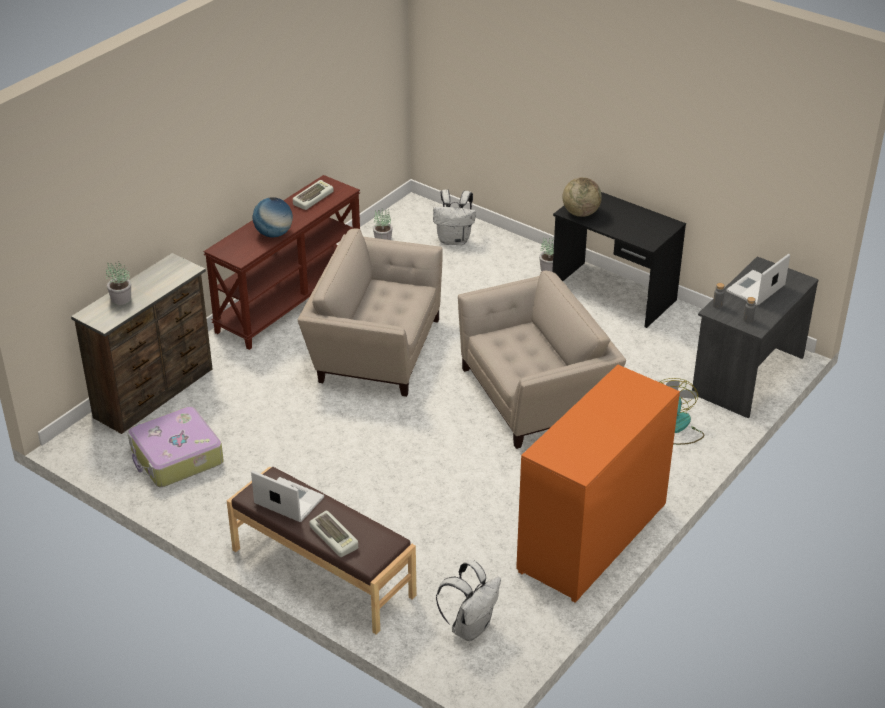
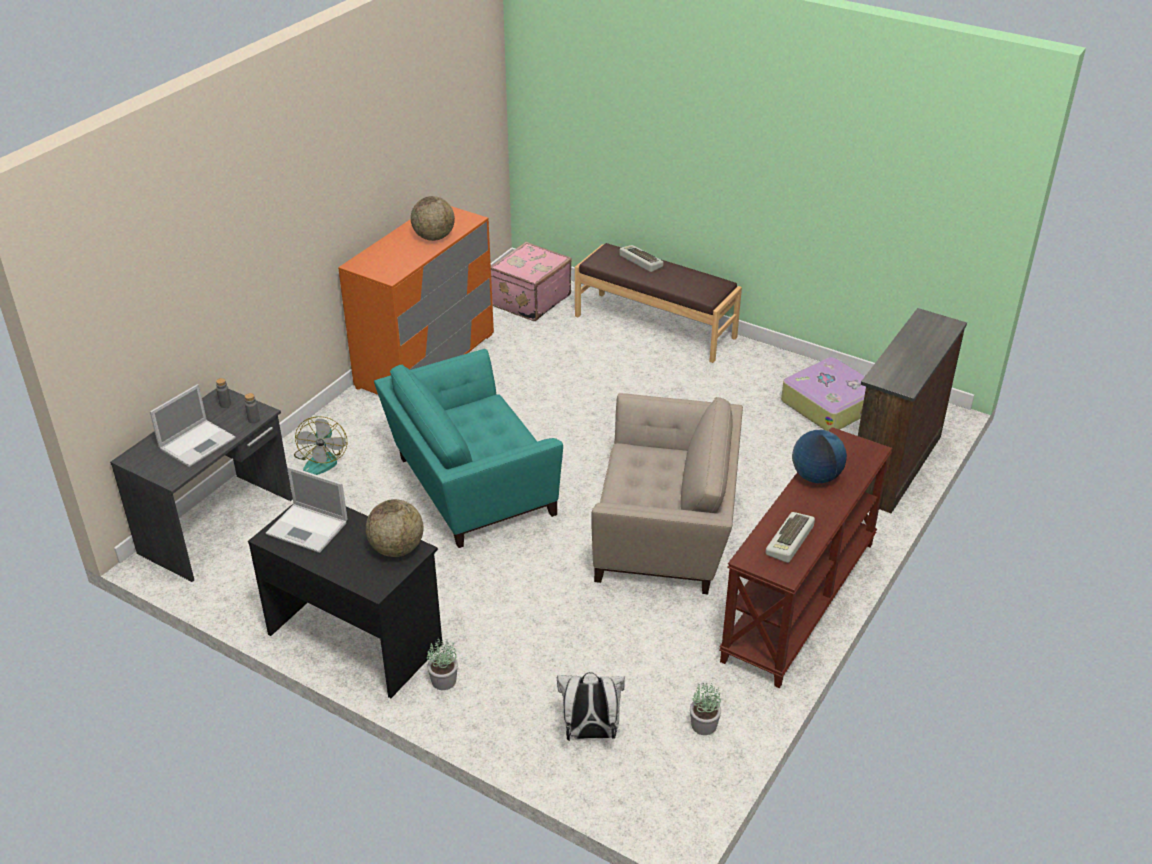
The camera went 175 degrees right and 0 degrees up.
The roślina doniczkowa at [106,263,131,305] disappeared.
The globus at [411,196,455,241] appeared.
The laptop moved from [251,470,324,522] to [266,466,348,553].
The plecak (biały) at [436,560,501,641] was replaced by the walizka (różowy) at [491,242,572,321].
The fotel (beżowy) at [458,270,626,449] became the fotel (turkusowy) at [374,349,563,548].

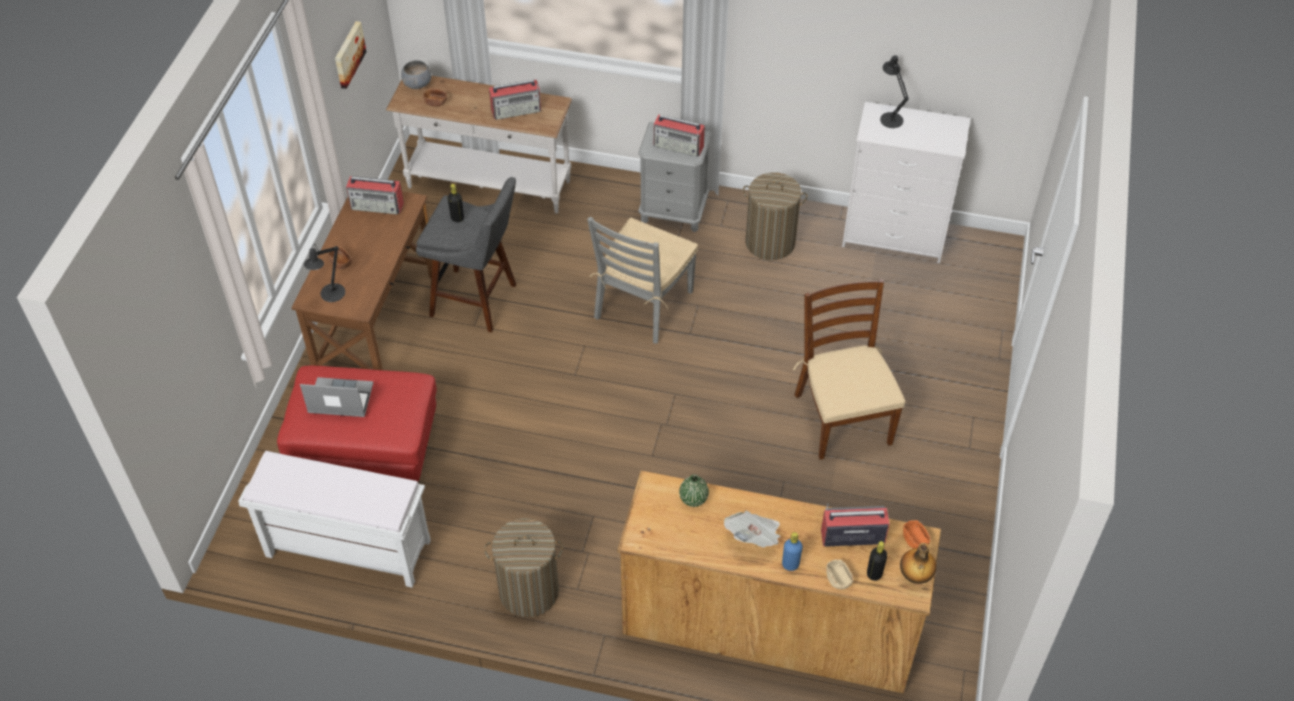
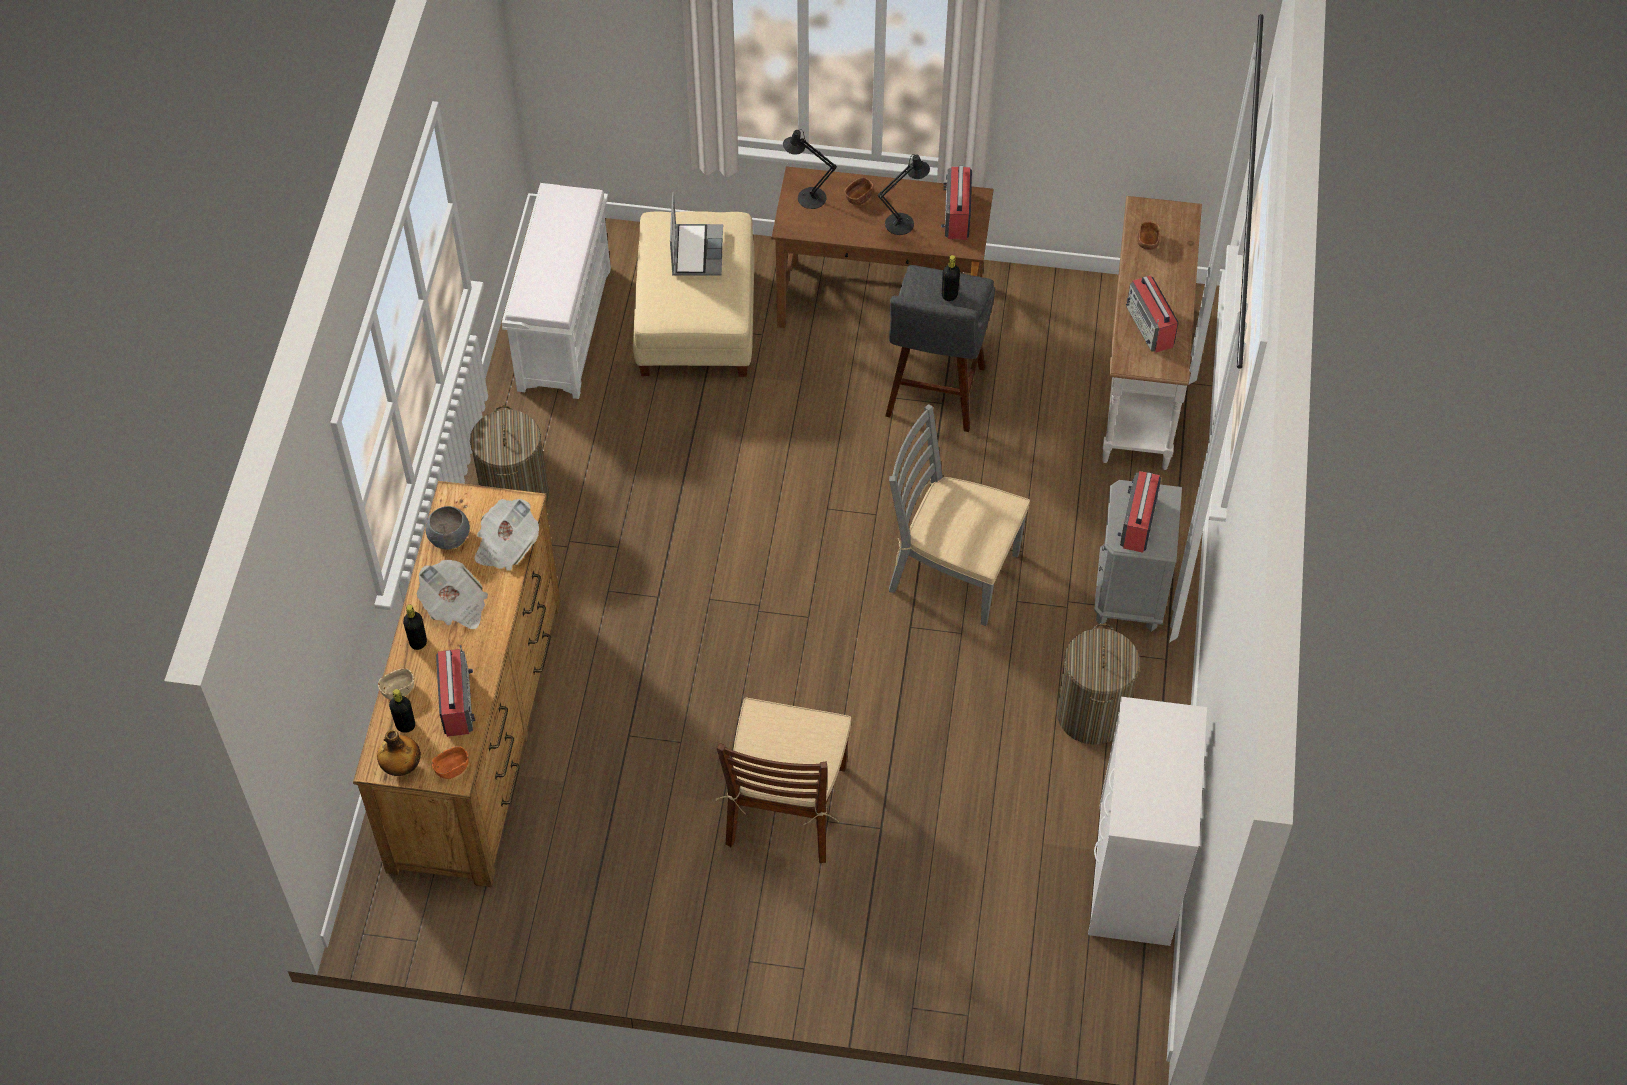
The camera went 85 degrees right and 5 degrees up.
The obraz at [335,21,366,89] disappeared.
The miska (szary) moved from [401,60,431,89] to [425,506,470,549].
The lampa stołowa (czarny) moved from [880,55,909,128] to [878,154,930,235].
The wazon (zielony) at [679,474,709,507] was replaced by the gazeta at [474,499,539,571].
The pufa (czerwony) at [277,366,437,482] became the pufa (beżowy) at [633,211,754,377].
The butelka (niebieski) at [782,532,803,571] became the butelka (czarny) at [403,604,427,650].
The krzesło (brązowy) at [793,279,905,460] turned 120 degrees clockwise.

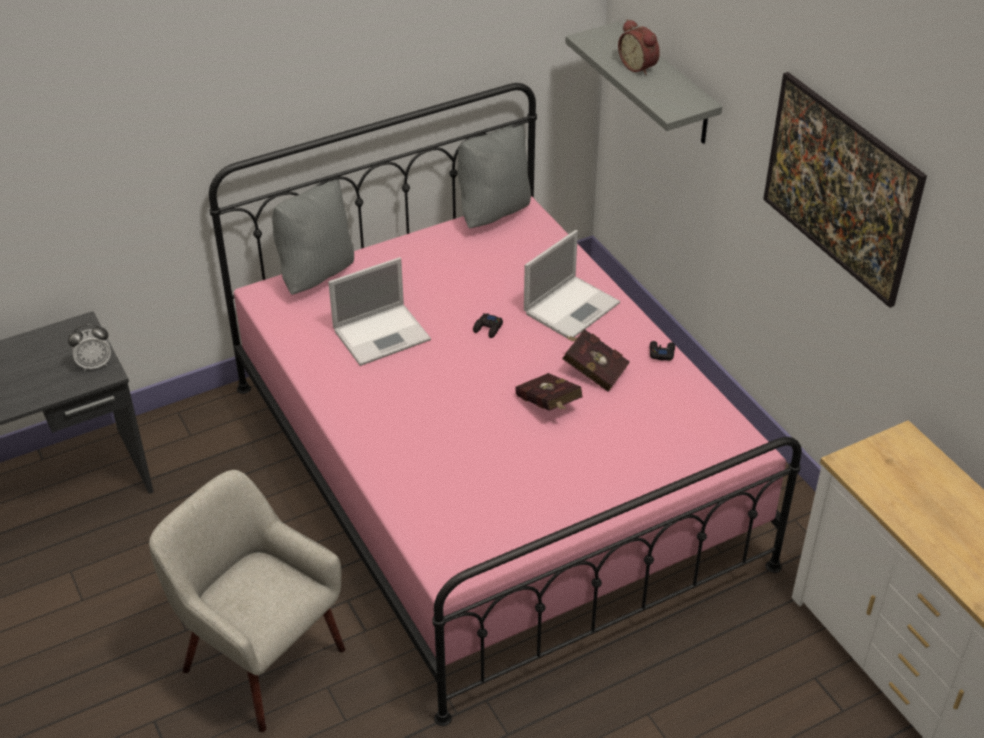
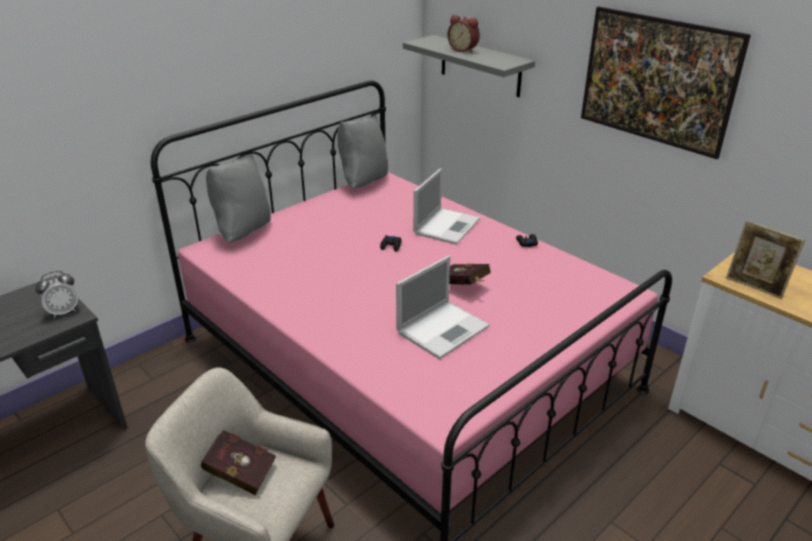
The camera went 15 degrees left and 10 degrees down.
The ramka na zdjęcie at [726,220,805,299] appeared.
The laptop moved from [328,257,431,366] to [396,256,490,359].
The książka (czerwony) moved from [562,329,630,392] to [201,430,276,495].

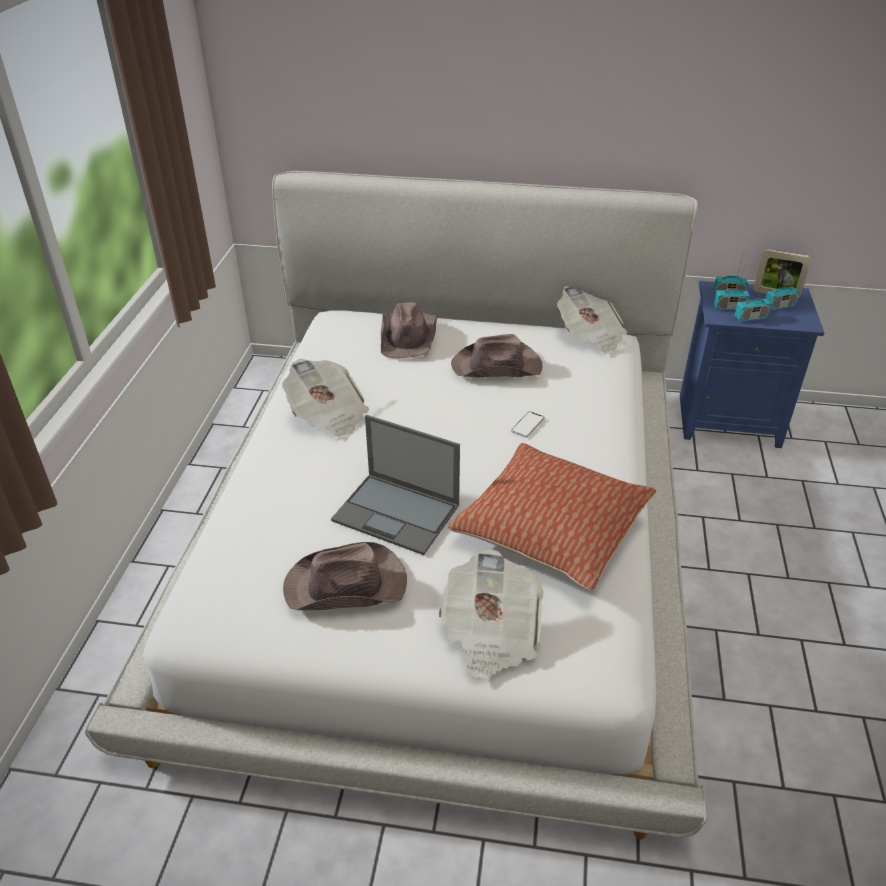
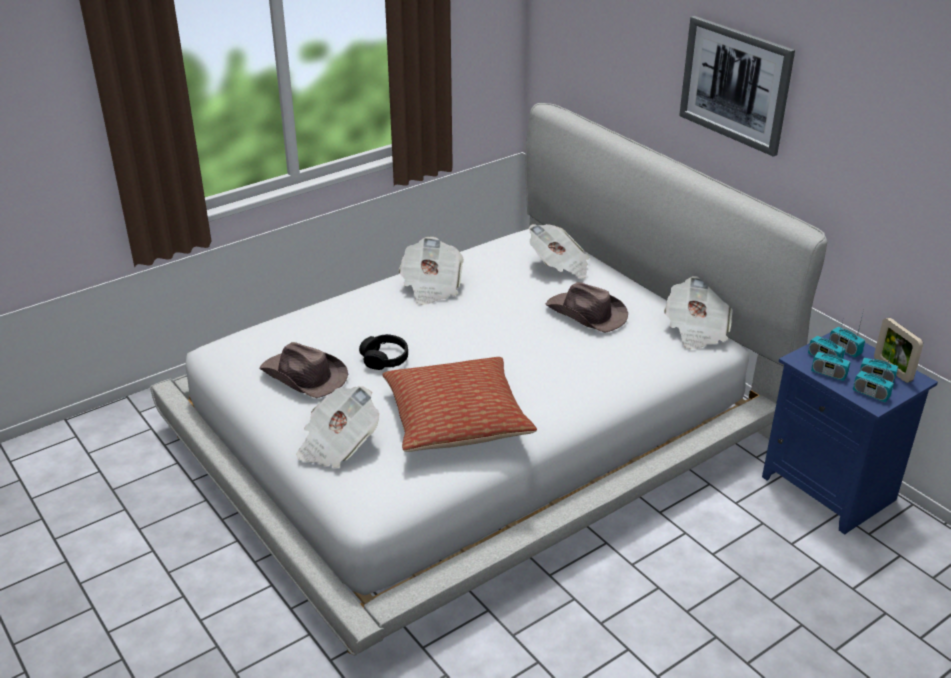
The camera went 45 degrees right and 5 degrees down.
The telefon at [511,411,545,437] disappeared.
The obraz at [679,16,795,157] appeared.
The radio at [853,354,894,402] appeared.
The laptop at [331,415,460,555] was replaced by the słuchawki (czarny) at [359,334,408,370].
The kapelusz (brązowy) at [381,302,438,358] was replaced by the gazeta at [529,224,589,278].

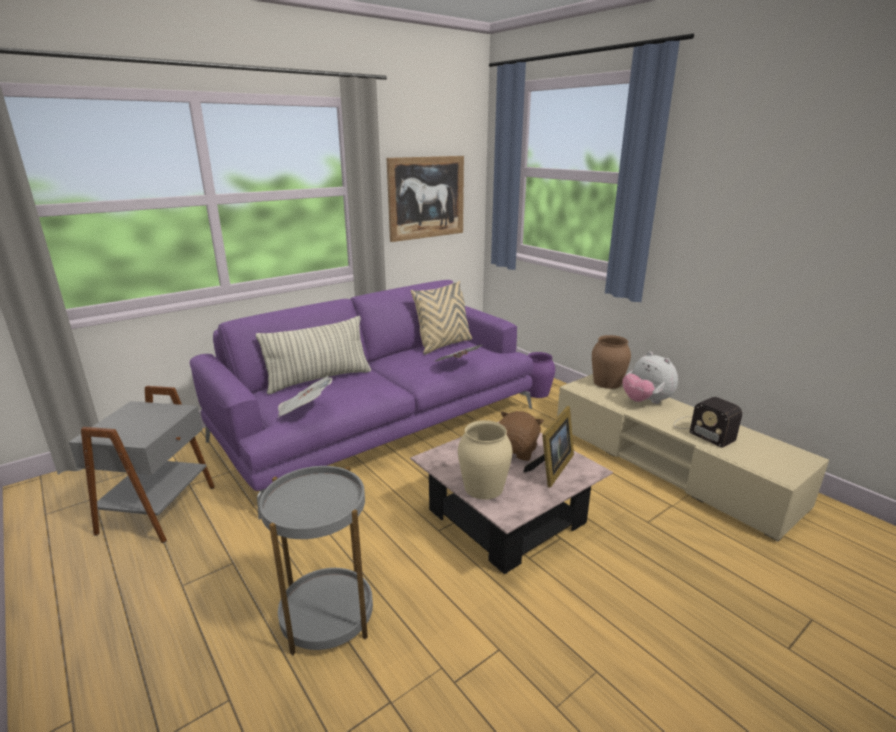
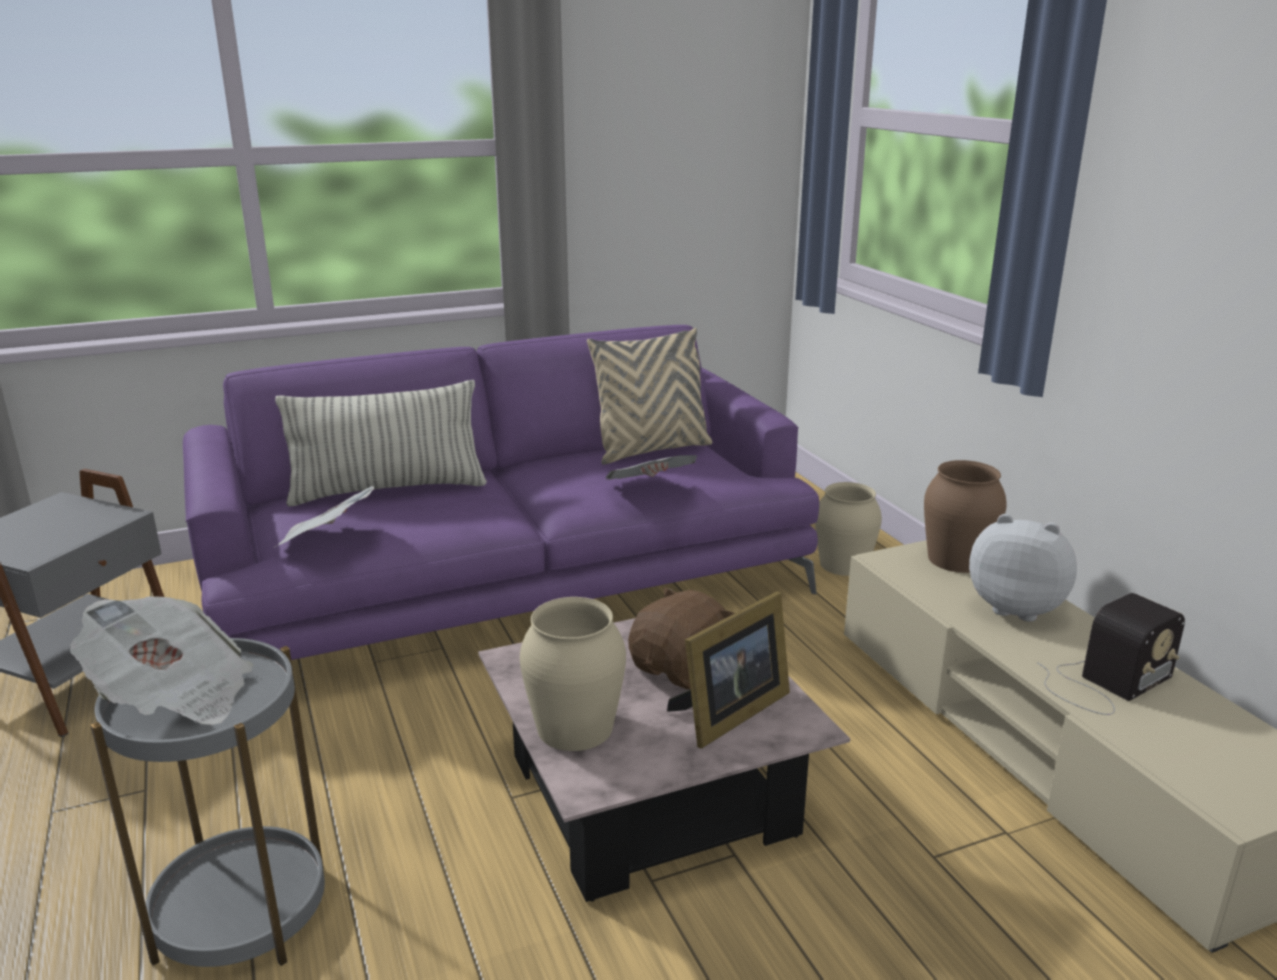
The camera went 15 degrees right and 0 degrees up.
The obraz at [387,156,464,242] disappeared.
The gazeta at [70,596,253,725] appeared.
The wazon (fioletowy) at [526,352,555,398] became the wazon (beżowy) at [815,482,882,576].
The pluszak at [622,351,678,404] turned 135 degrees clockwise.
The radio at [674,397,742,448] turned 105 degrees counterclockwise.

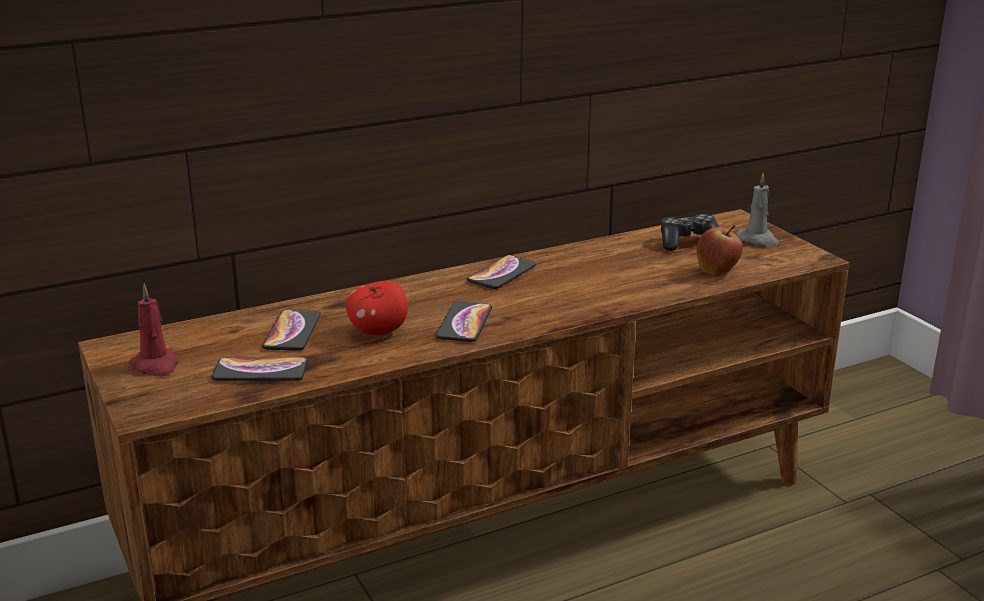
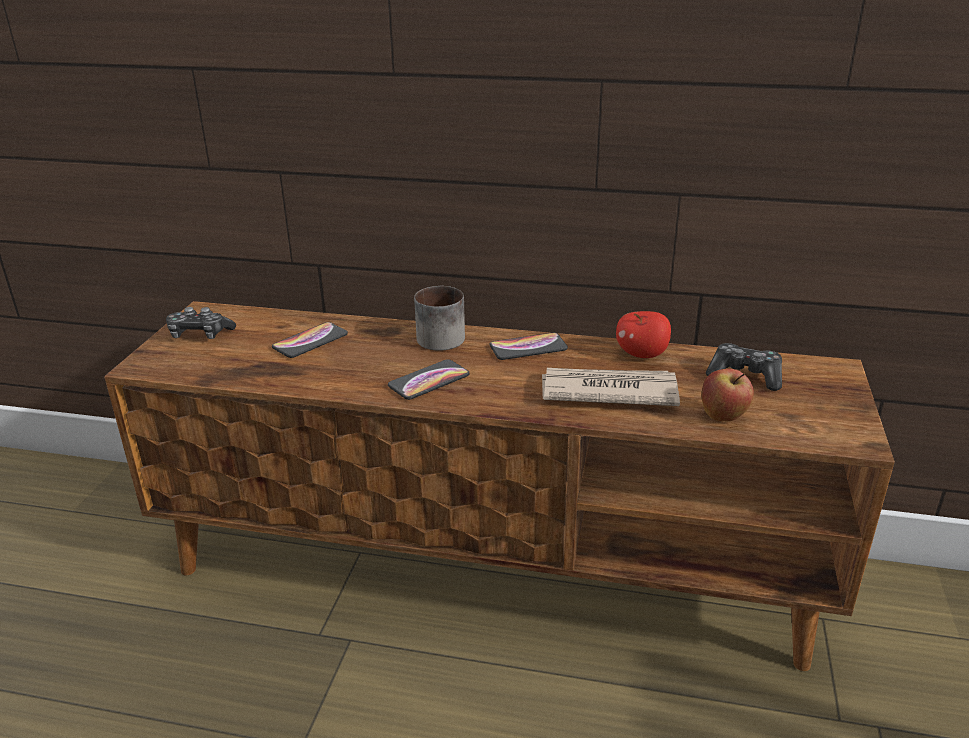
The camera went 40 degrees right and 5 degrees up.
The telefon at [212,357,308,381] disappeared.
The świeca (szary) at [736,173,779,246] disappeared.
The kubek at [414,286,465,351] appeared.
The gazeta at [542,368,680,406] appeared.
The jabłko moved from [346,281,408,335] to [616,311,671,358].
The świeca (czerwony) at [129,284,179,377] was replaced by the pad do gier at [166,307,236,339].

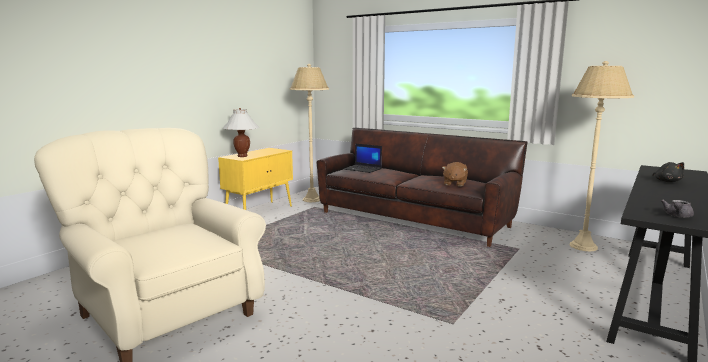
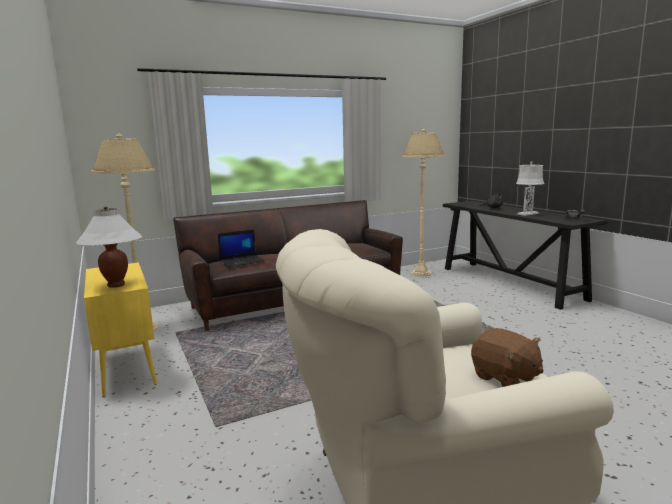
The camera went 60 degrees left and 0 degrees up.
The lampa stołowa (szary) at [516,161,544,216] appeared.
The pluszak (brązowy) moved from [442,162,468,186] to [471,328,544,387].

